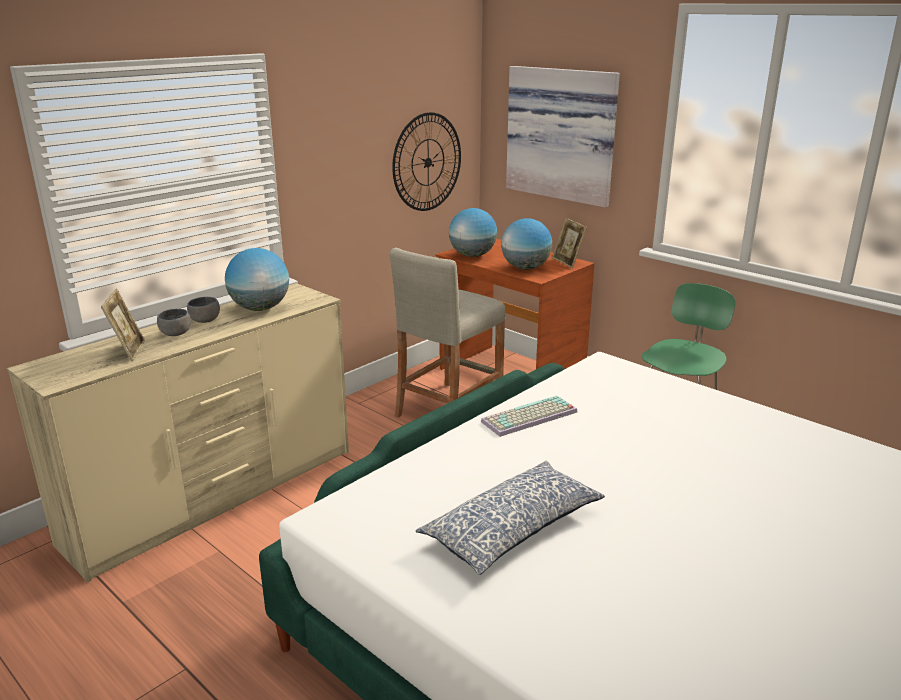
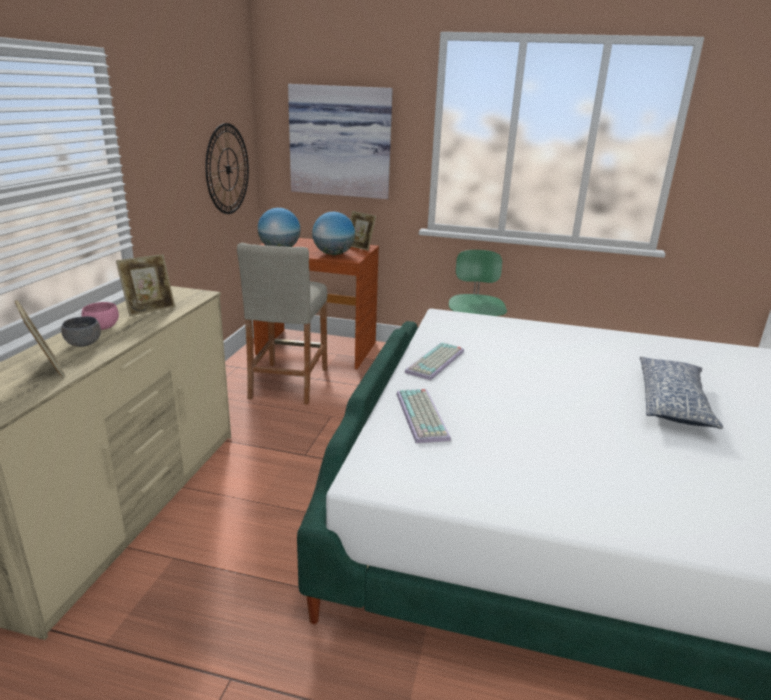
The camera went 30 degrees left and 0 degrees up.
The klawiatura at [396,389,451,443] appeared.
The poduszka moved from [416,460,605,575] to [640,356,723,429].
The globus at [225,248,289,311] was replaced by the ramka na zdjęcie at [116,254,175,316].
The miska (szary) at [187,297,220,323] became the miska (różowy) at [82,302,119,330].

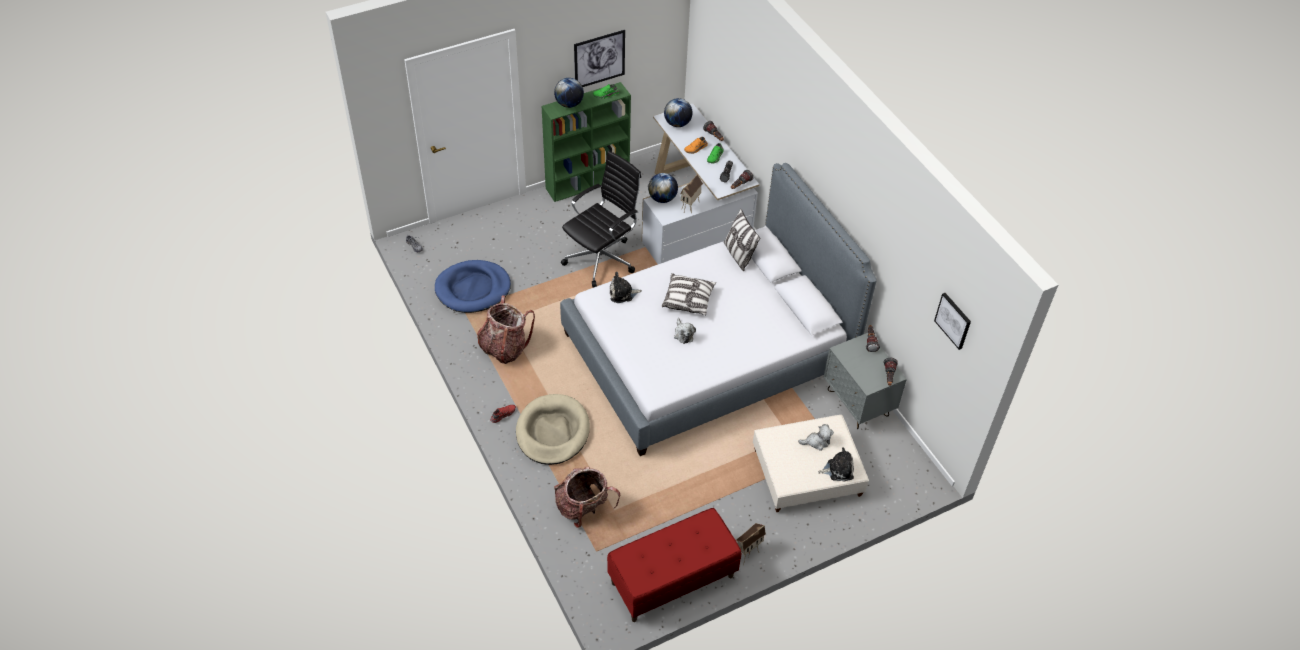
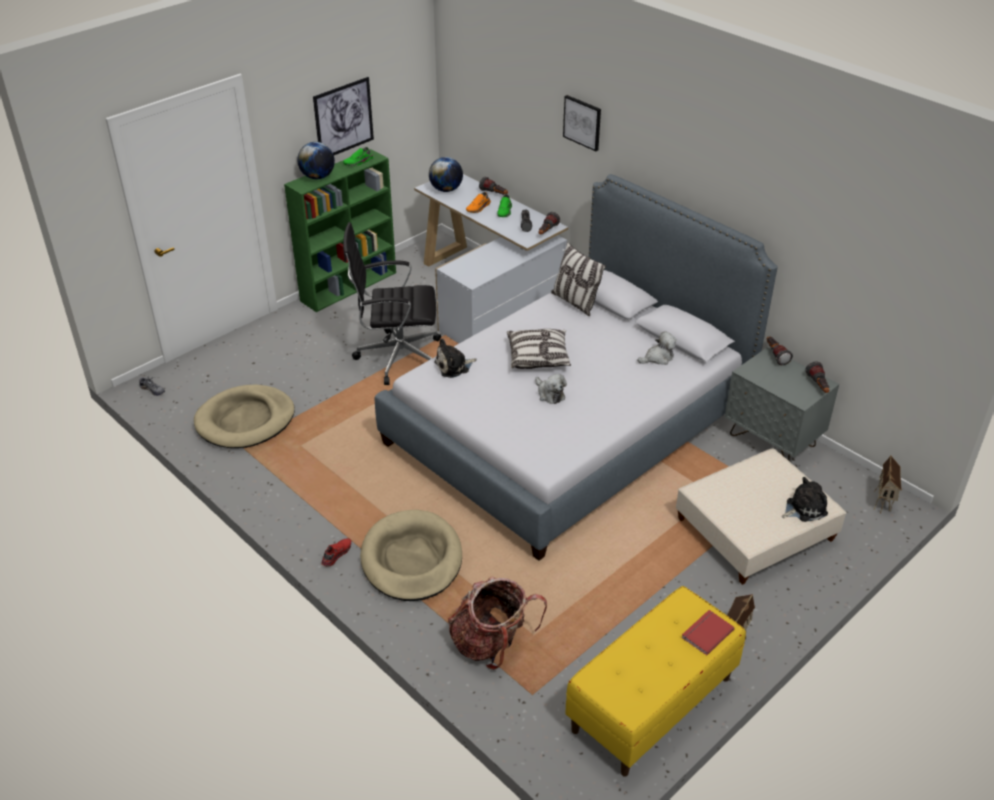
The camera went 15 degrees left and 10 degrees down.
The plecak at [477,295,535,364] disappeared.
The globus at [648,173,678,203] disappeared.
The książka (czerwony) at [681,610,735,656] appeared.
The domek moved from [680,175,703,214] to [874,456,902,514].
The pluszak moved from [798,424,834,451] to [637,331,676,365].
The obraz moved from [934,293,971,350] to [563,95,601,151].
The legowisko (niebieski) at [435,260,511,313] became the legowisko (beżowy) at [194,385,295,448].
The ławka (czerwony) at [607,508,741,622] became the ławka (żółty) at [565,586,746,777].
The krzesło biurowe (czarny) at [561,151,641,287] turned 120 degrees counterclockwise.

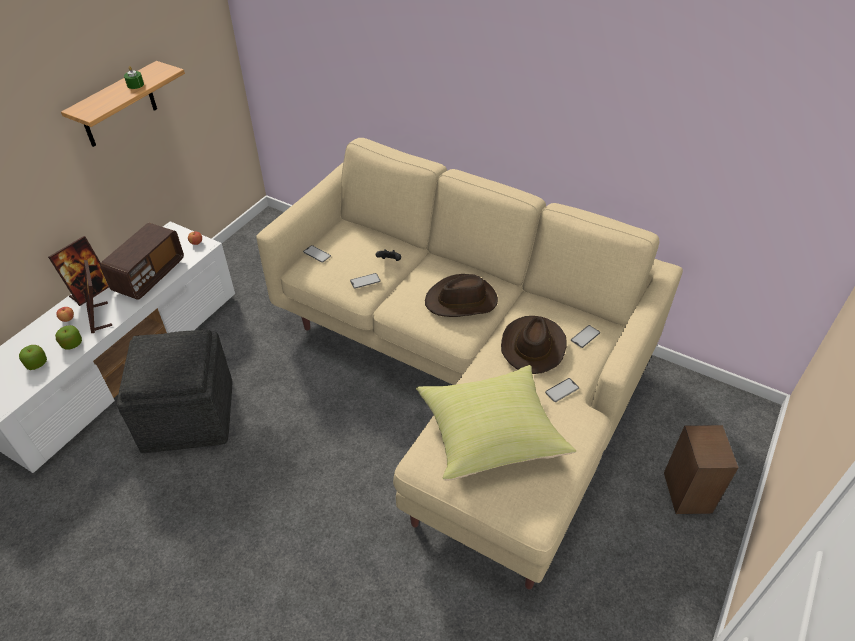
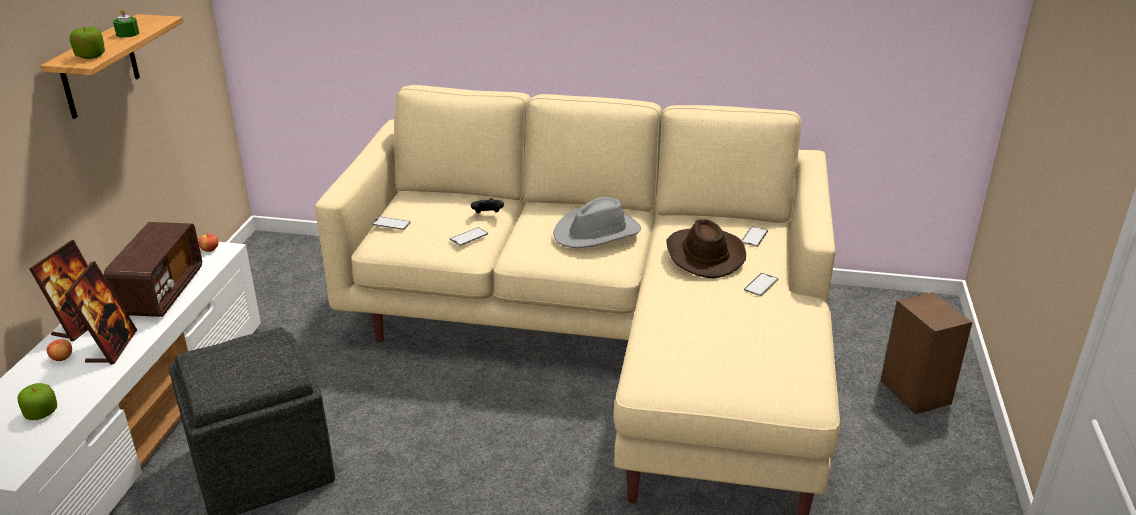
The camera went 20 degrees left and 15 degrees down.
The poduszka (żółty) at [416,365,576,481] disappeared.
The jabłko moved from [55,325,82,350] to [70,27,105,59].
The kapelusz (brązowy) at [425,274,498,317] became the kapelusz (szary) at [553,197,641,248].
The ramka na zdjęcie at [84,260,112,333] turned 135 degrees counterclockwise.

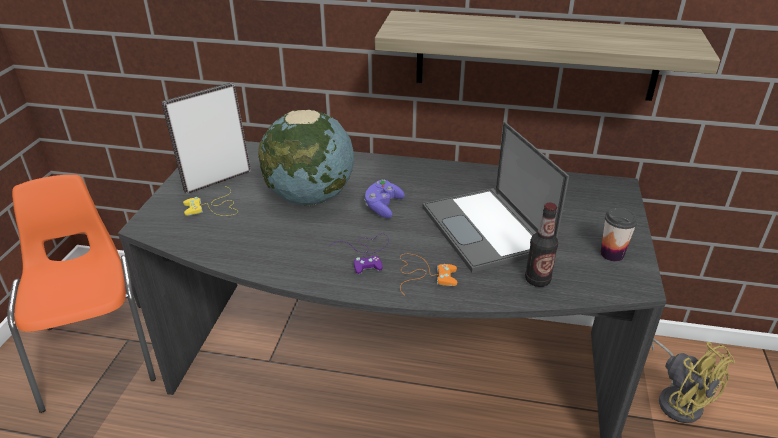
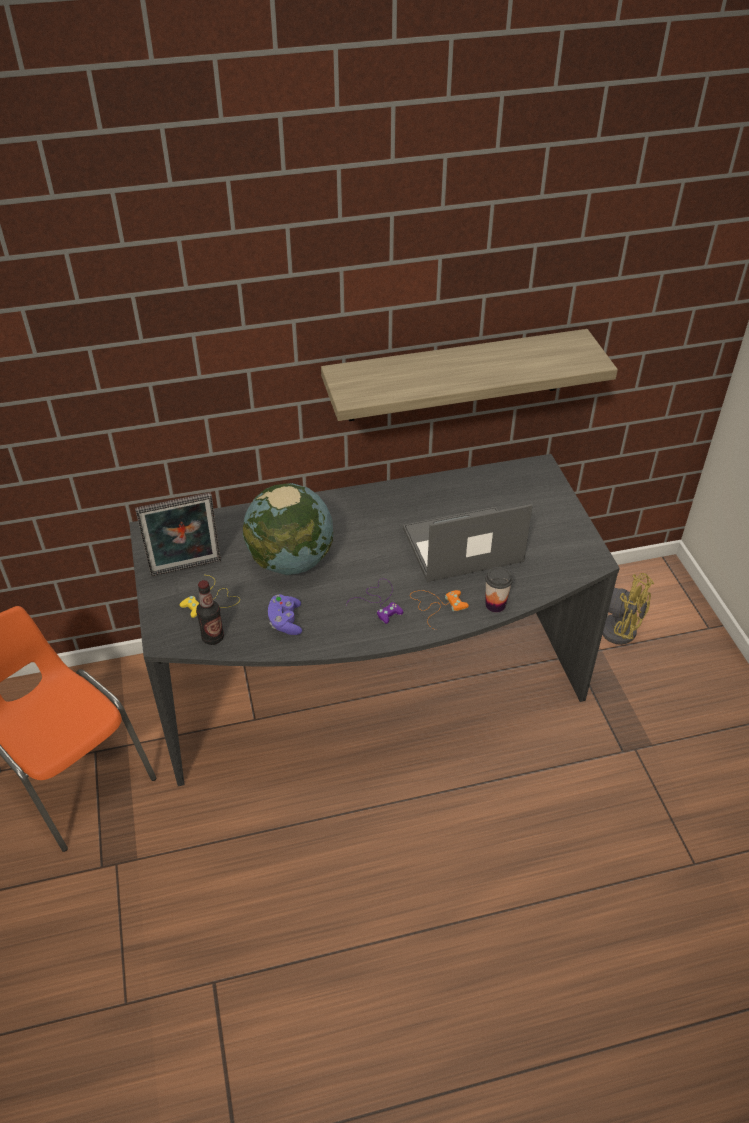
The camera went 25 degrees left and 10 degrees up.
The pad do gier (fioletowy) moved from [364,179,405,218] to [268,594,302,635].
The butelka moved from [525,203,558,287] to [196,580,224,645].
The filiżanka moved from [601,208,638,261] to [485,567,513,612].
The ramka na zdjęcie at [161,83,251,194] turned 135 degrees counterclockwise.
The laptop at [422,122,569,273] turned 120 degrees clockwise.

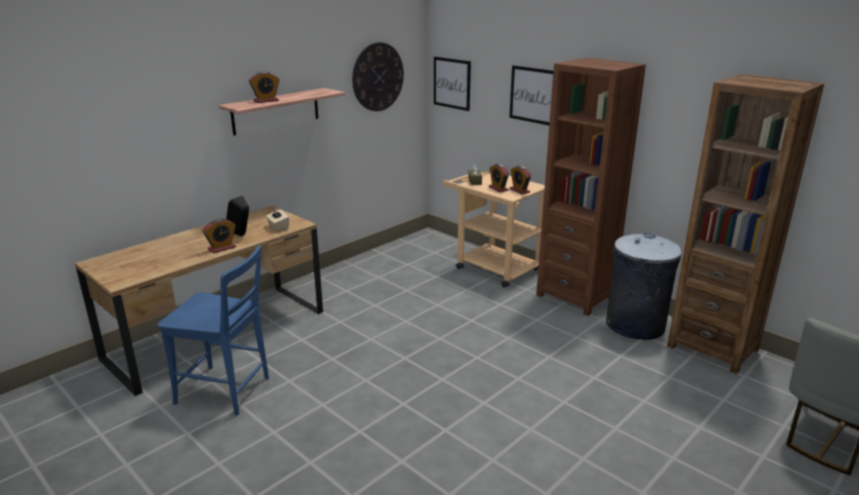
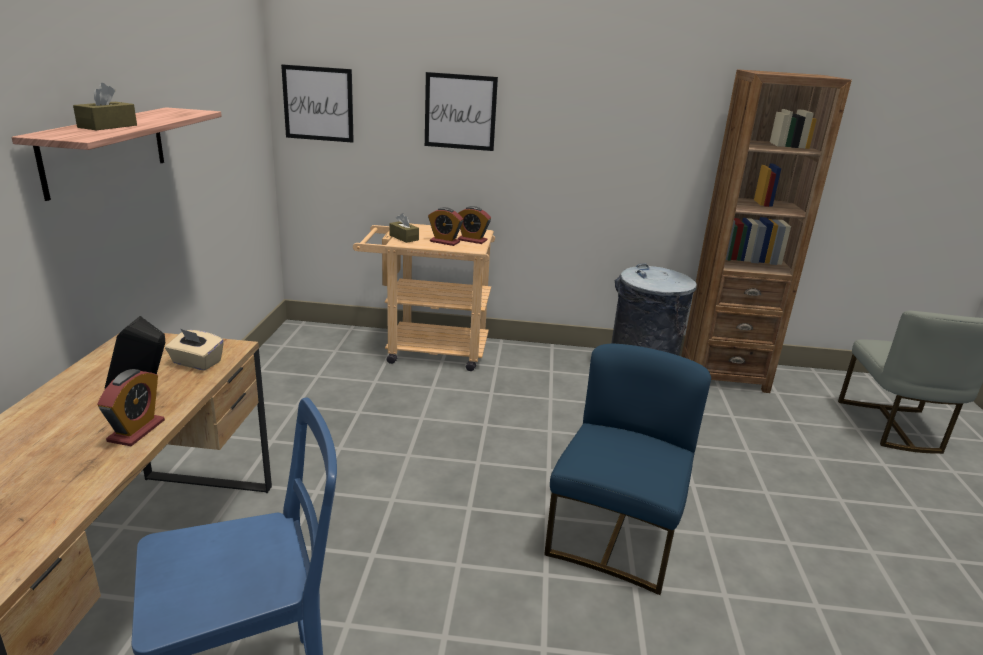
The camera went 40 degrees left and 0 degrees up.
The zegar ścienny at [352,42,404,111] disappeared.
The regał (brązowy) at [536,58,646,316] disappeared.
The krzesło (niebieski) at [544,344,711,595] appeared.
The budzik at [249,71,279,103] was replaced by the pudełko chusteczek (brązowy) at [73,83,137,130].

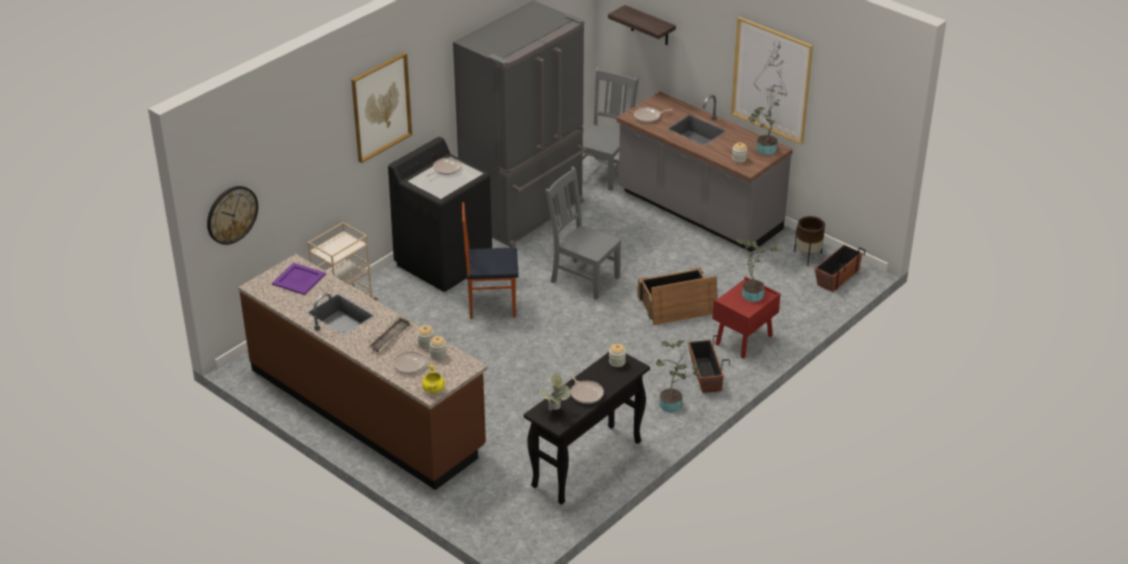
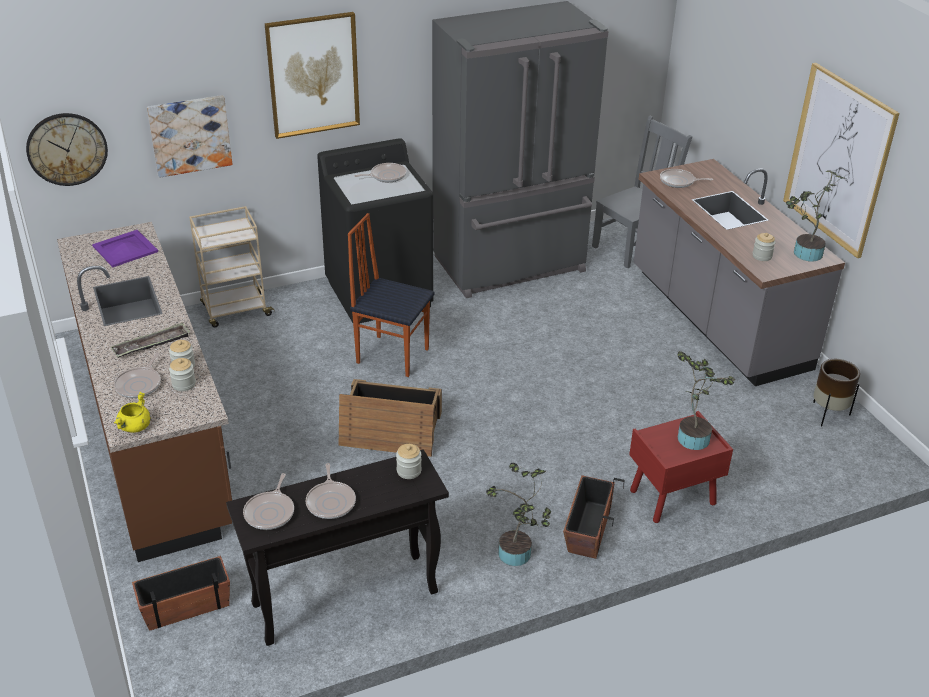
The camera went 25 degrees right and 0 degrees up.
The krzesło (szary) at [545,167,621,300] disappeared.
The półka at [608,5,676,45] disappeared.
The obraz at [147,95,233,178] appeared.
The skrzynka moved from [637,267,718,325] to [339,379,442,457].
The donica moved from [815,245,865,292] to [132,556,230,631].
The roślina doniczkowa at [539,374,571,411] was replaced by the patelnia at [243,473,294,530].

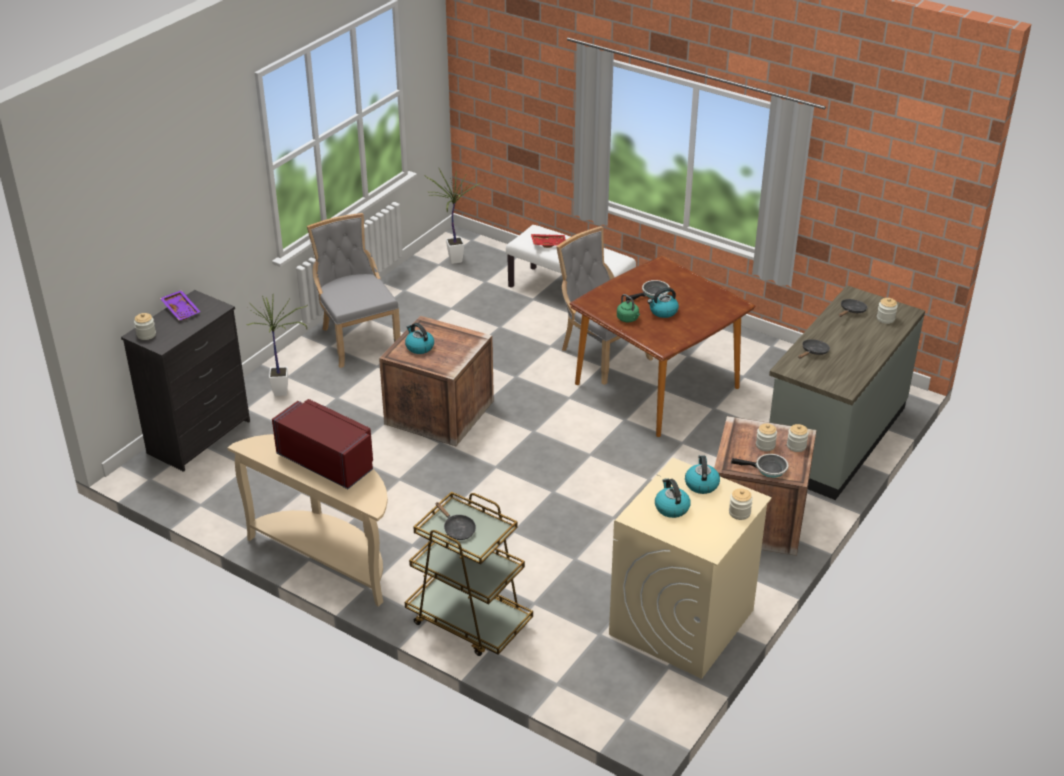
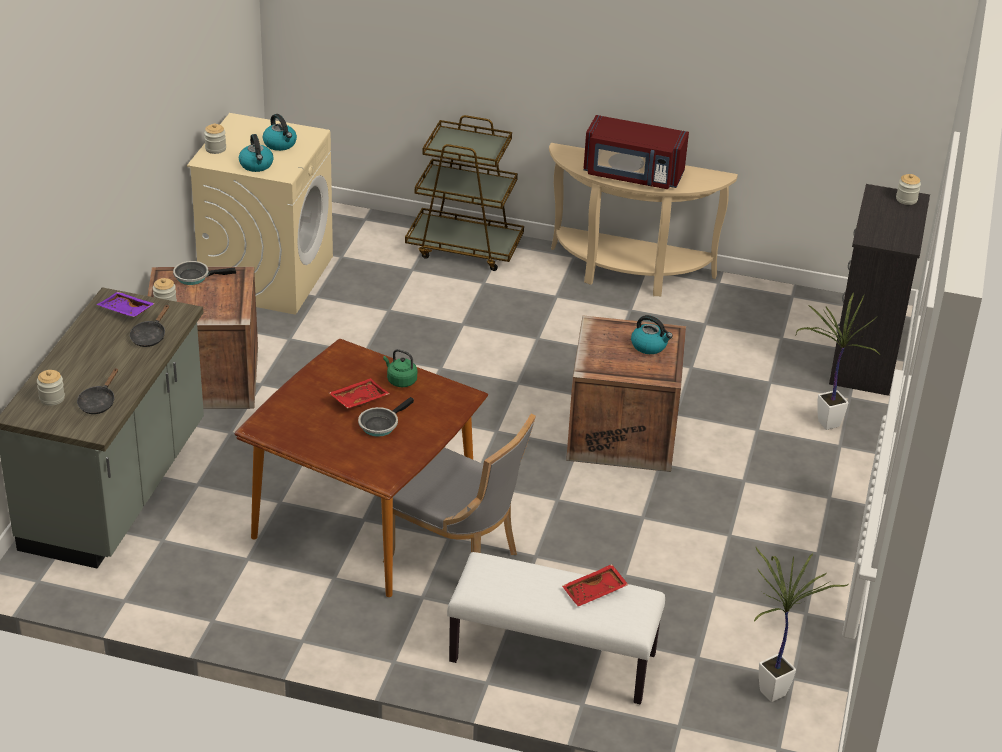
The camera went 160 degrees right and 0 degrees up.
The krzesło (szary) at [307,213,401,368] disappeared.
The patelnia (czarny) at [435,502,476,540] disappeared.
The słoik at [756,423,777,451] disappeared.
The taca (fioletowy) moved from [160,290,201,320] to [96,292,155,317].
The czajnik at [647,287,679,318] was replaced by the taca (czerwony) at [329,378,389,409].

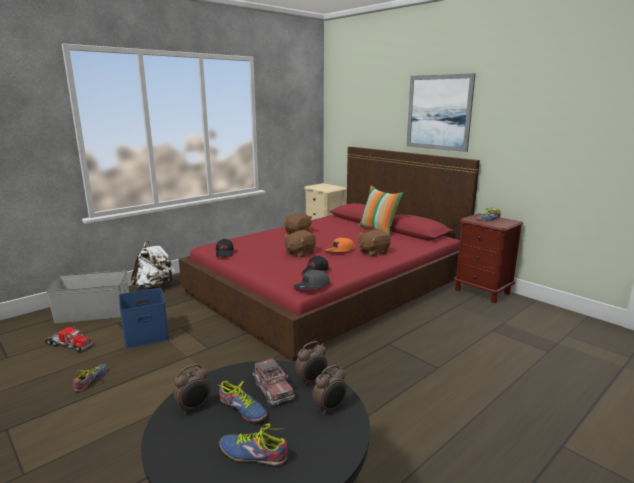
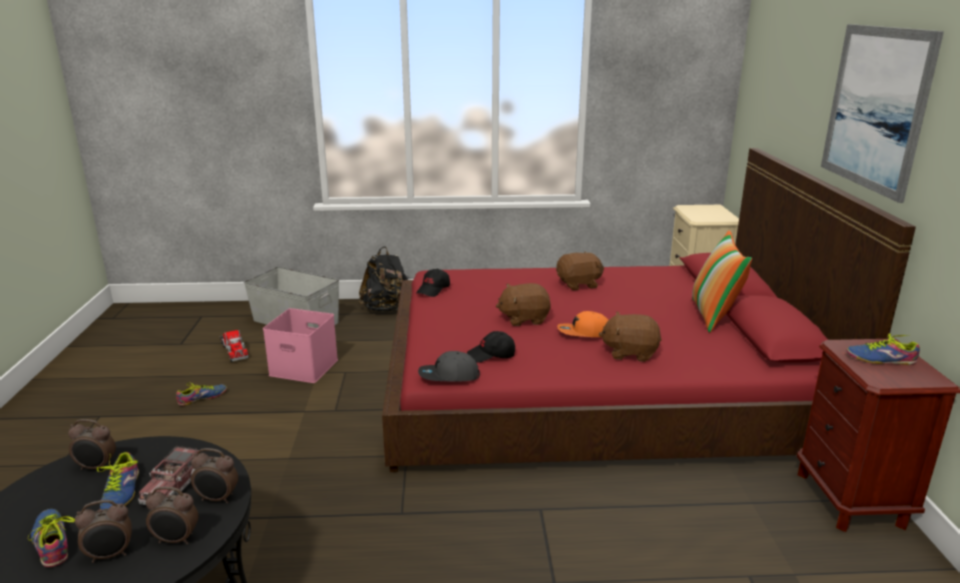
The camera went 40 degrees right and 5 degrees up.
The budzik at [75,500,132,563] appeared.
The pojemnik do przechowywania (niebieski) at [119,288,169,349] became the pojemnik do przechowywania (różowy) at [263,308,338,383].
The plecak (biały) at [131,241,175,290] became the plecak (czarny) at [359,246,408,312].

